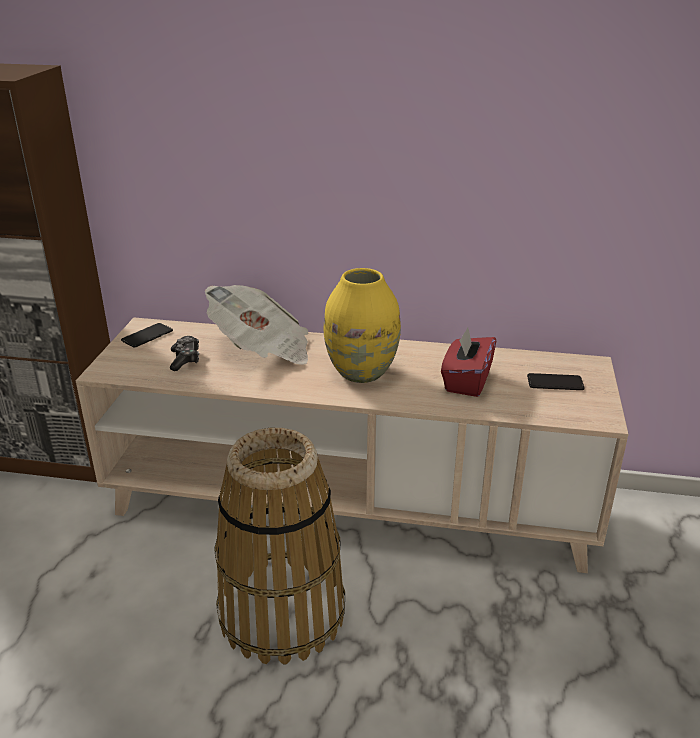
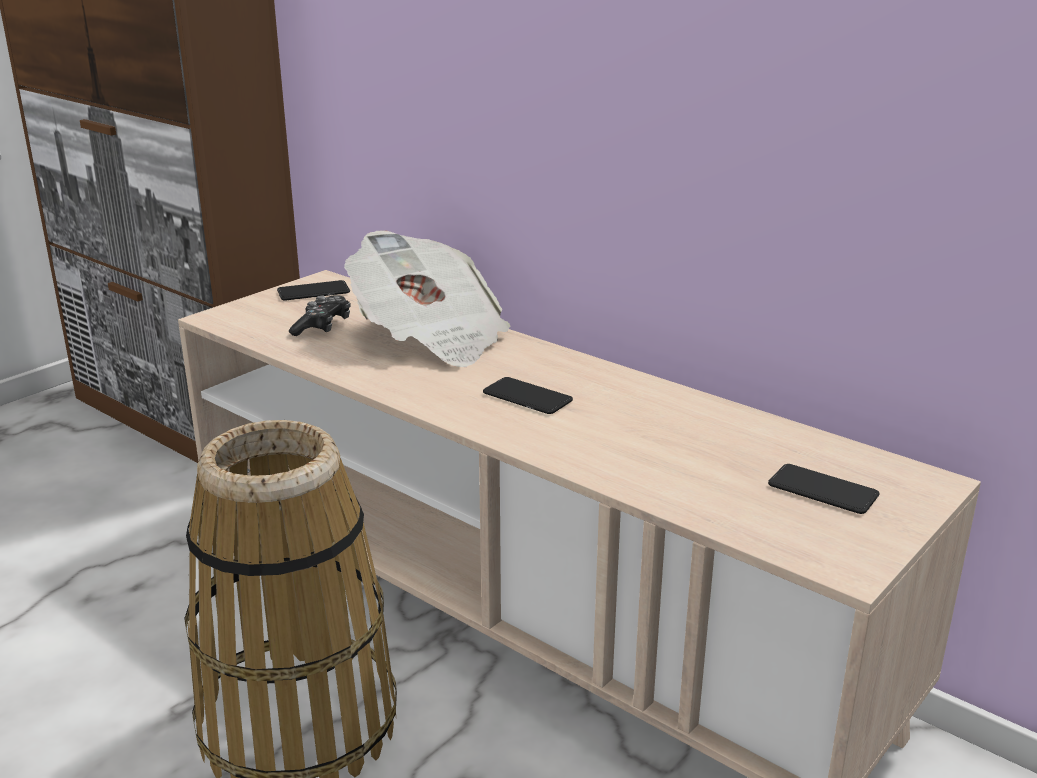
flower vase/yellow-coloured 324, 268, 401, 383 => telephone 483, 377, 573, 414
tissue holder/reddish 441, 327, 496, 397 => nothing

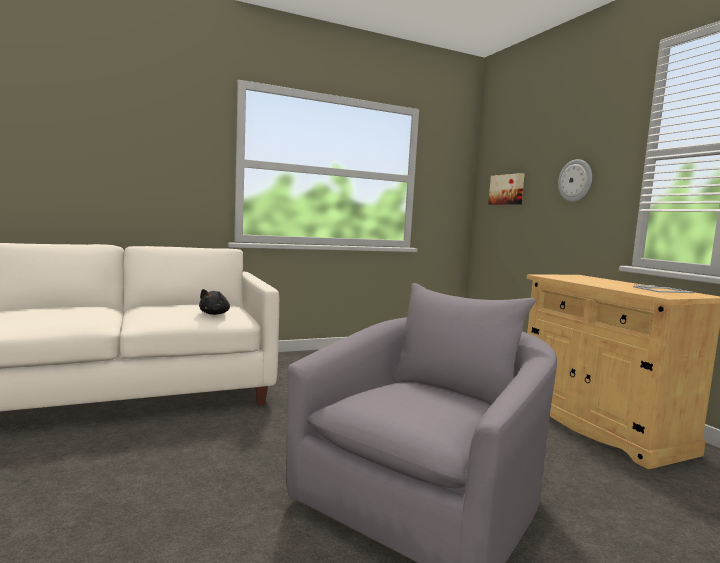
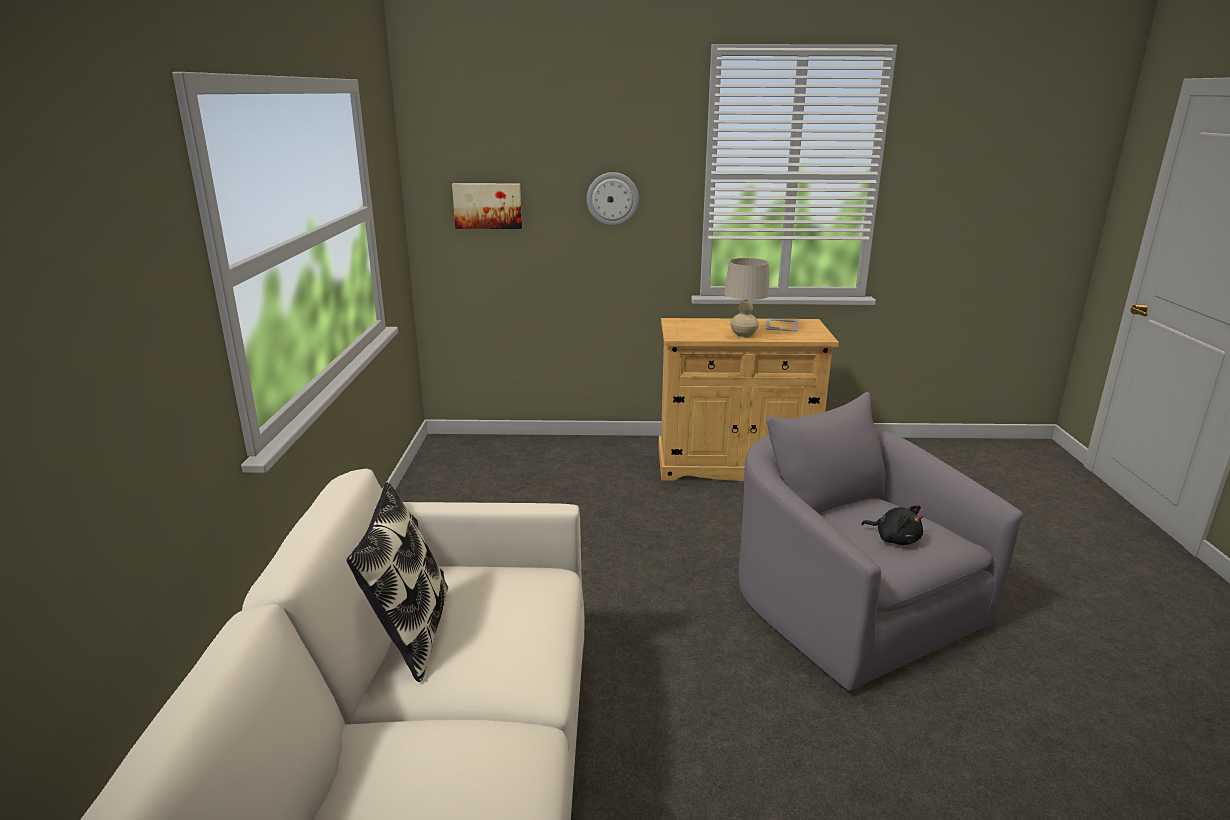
plush toy/black 199, 289, 230, 315 => plush toy/black 861, 506, 923, 545, moved
nothing => table lamp/beige 724, 258, 769, 338
nothing => cushion 346, 482, 448, 682

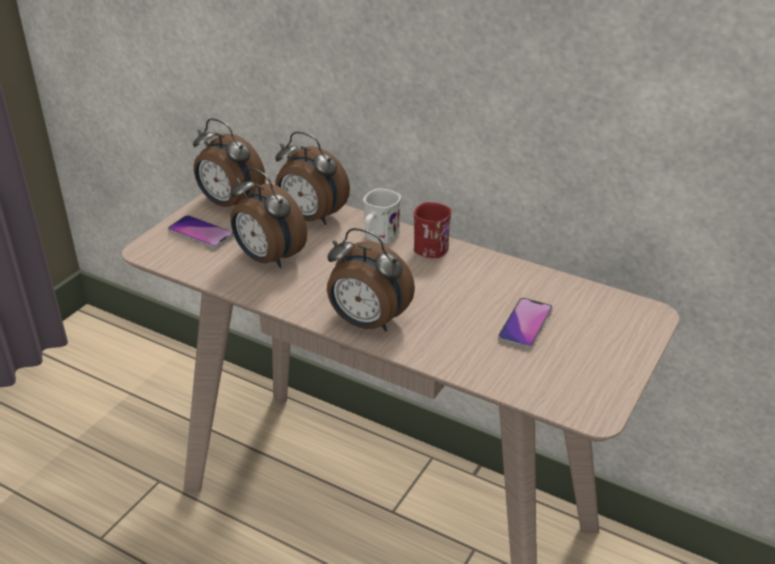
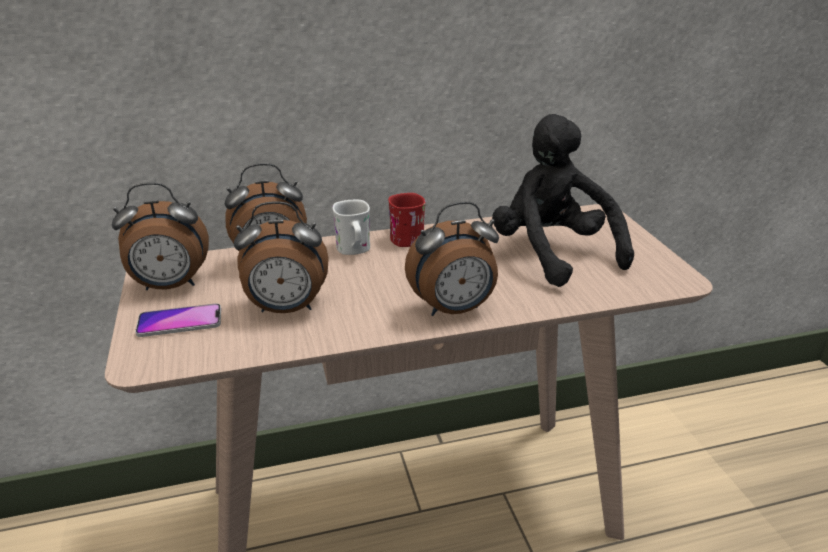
telephone 498, 298, 553, 349 => plush toy/black 492, 114, 634, 287

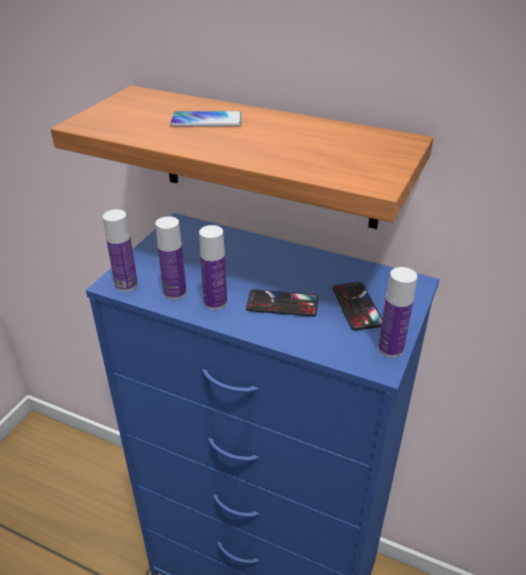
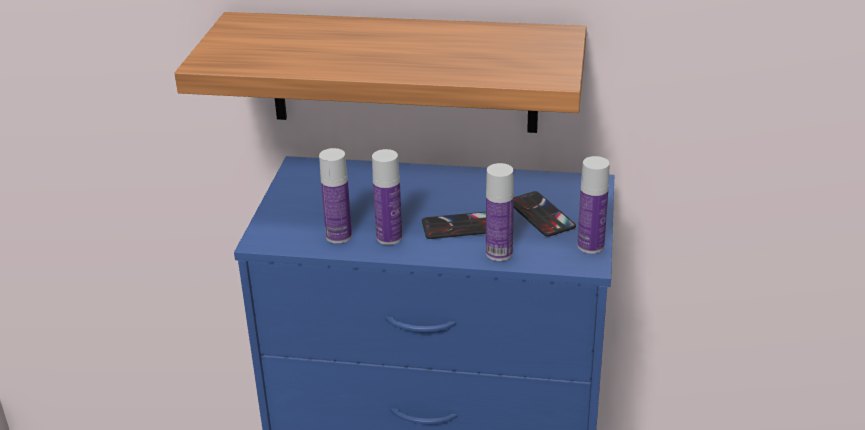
telephone 170, 111, 242, 127 => nothing
beverage bottle 103, 209, 138, 292 => beverage bottle 486, 163, 514, 261, moved

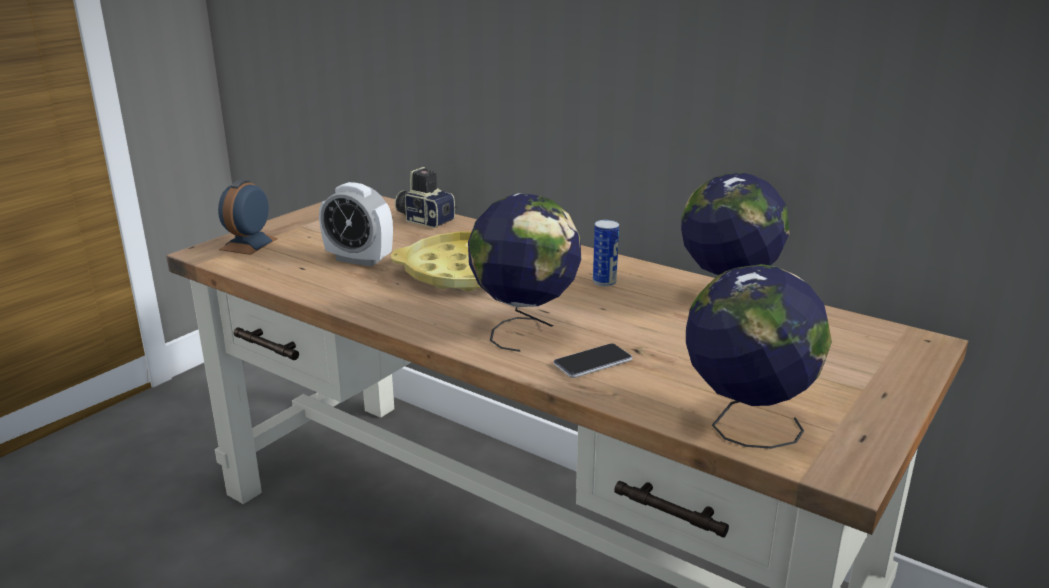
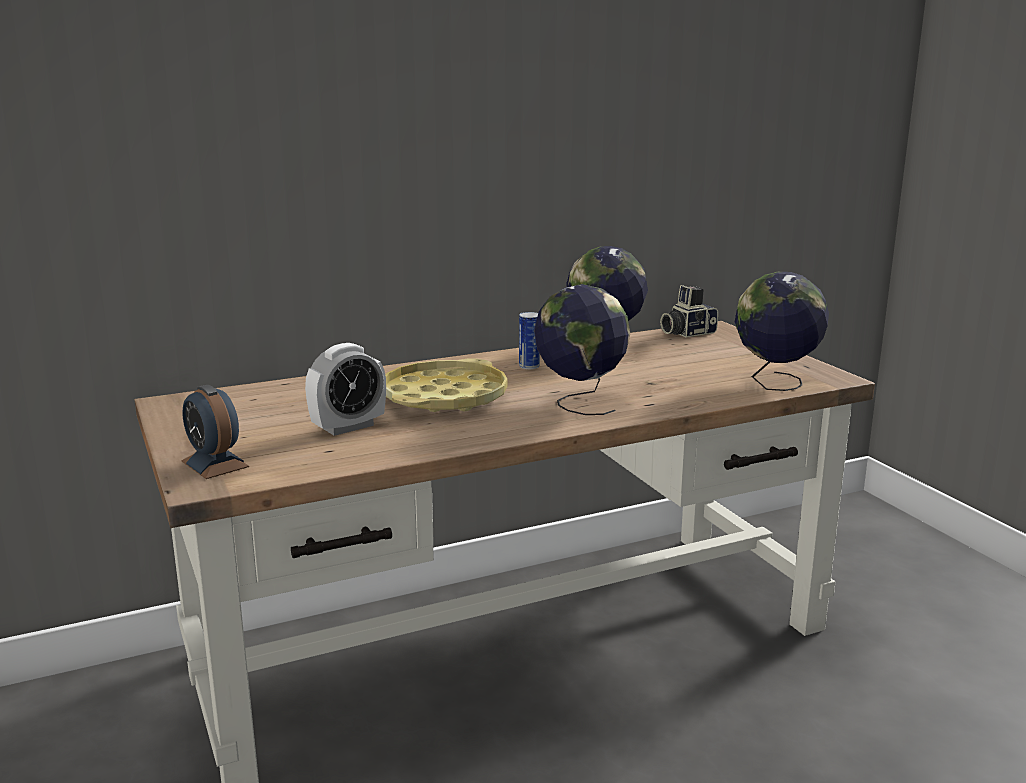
still camera 395, 167, 457, 228 => still camera 660, 285, 718, 338, moved
telephone 553, 343, 632, 378 => nothing

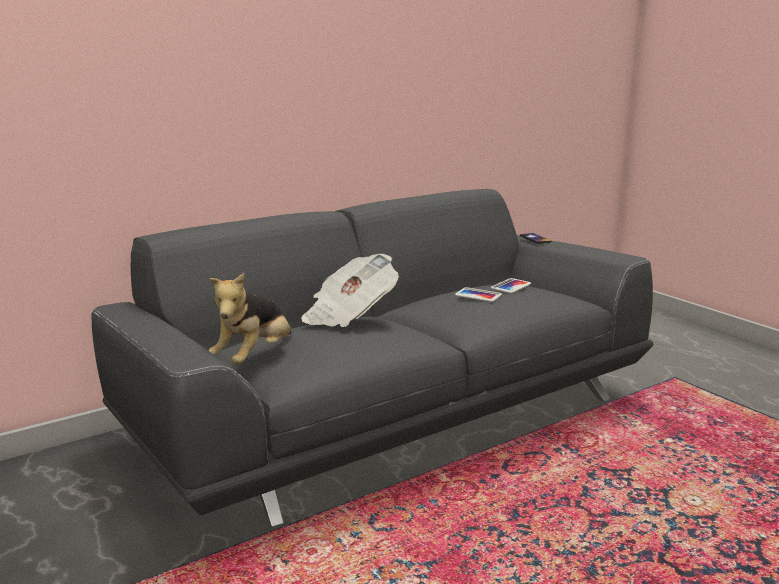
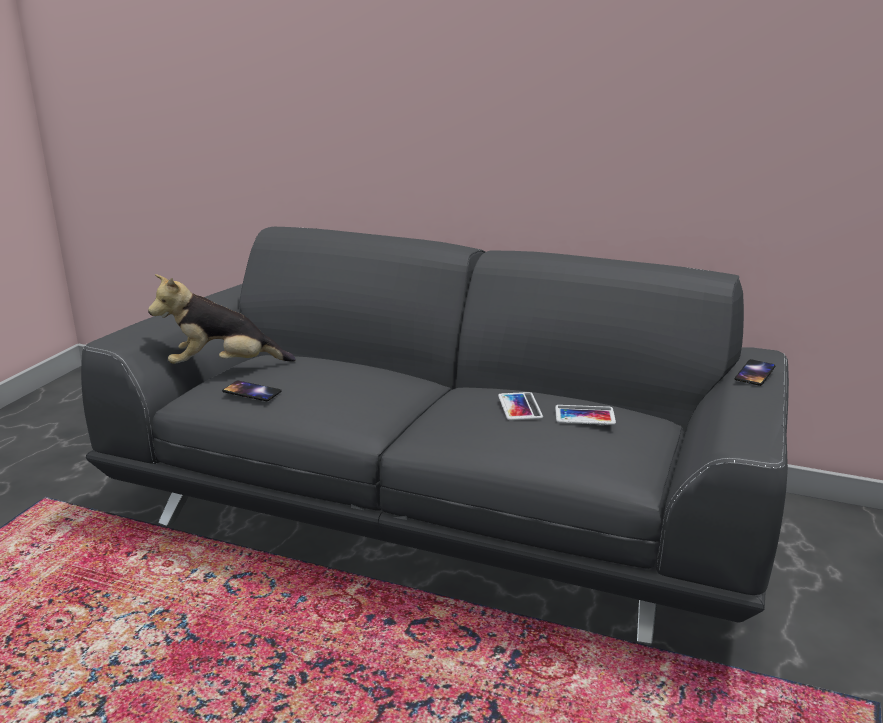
newspaper 301, 254, 399, 327 => nothing
nothing => telephone 222, 381, 282, 401

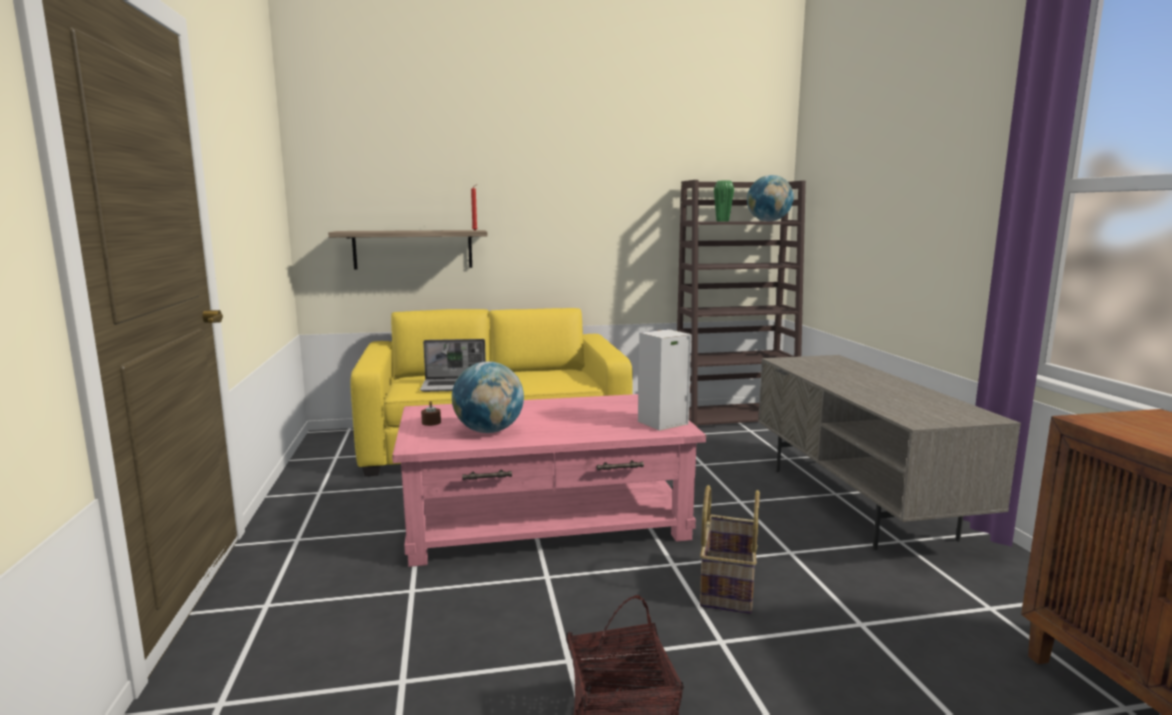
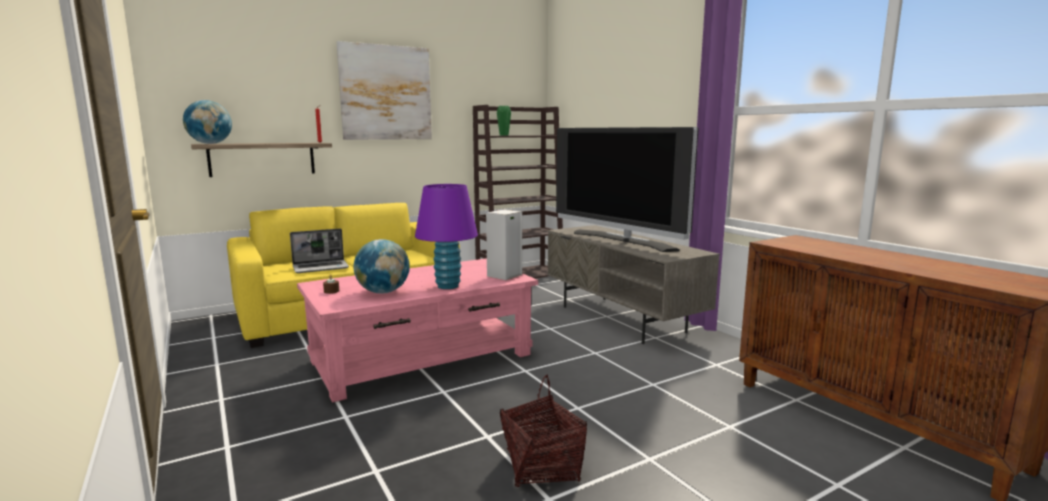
world globe 747, 175, 794, 221 => world globe 183, 100, 232, 144, moved
household basket 700, 485, 760, 614 => nothing
nothing => picture 337, 41, 432, 140
nothing => TV set 556, 127, 699, 252
nothing => table lamp/purple 415, 184, 478, 289

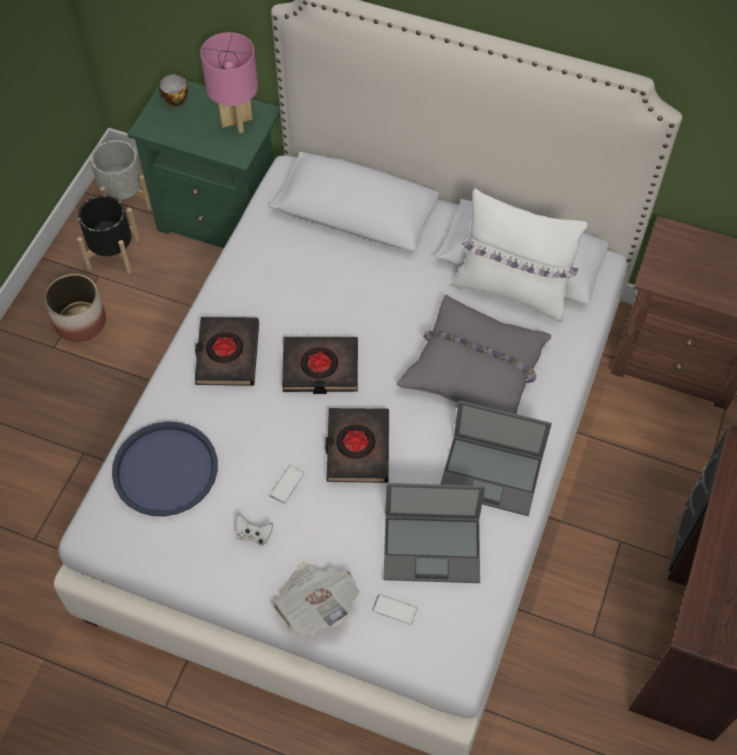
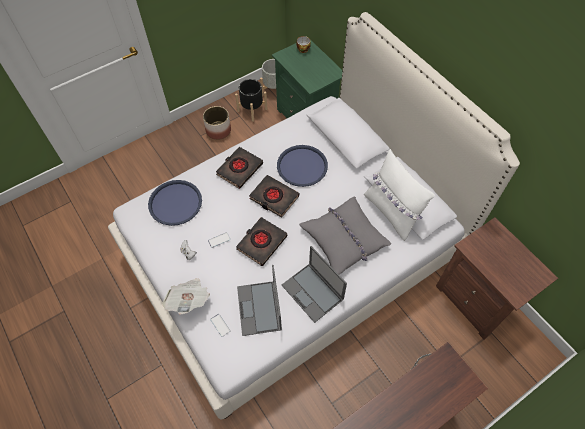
table lamp/pink-coloured 200, 32, 258, 133 => nothing
notebook computer 384, 483, 485, 583 => notebook computer 237, 265, 282, 336, 45 degrees clockwise
nothing => tray/blue 277, 145, 328, 187

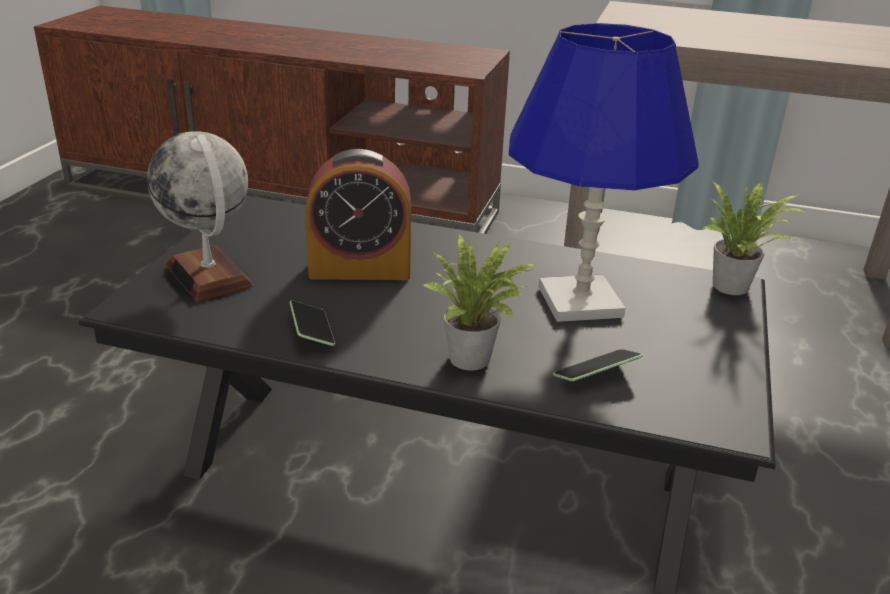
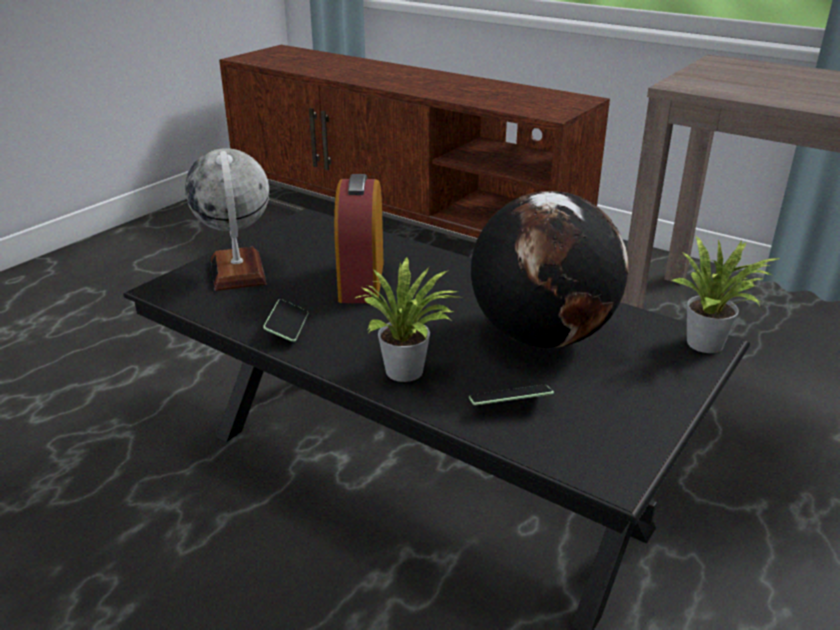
table lamp/blue 508, 23, 699, 322 => world globe 471, 191, 629, 348
table clock 305, 149, 411, 280 => table clock 334, 174, 383, 303, 75 degrees clockwise

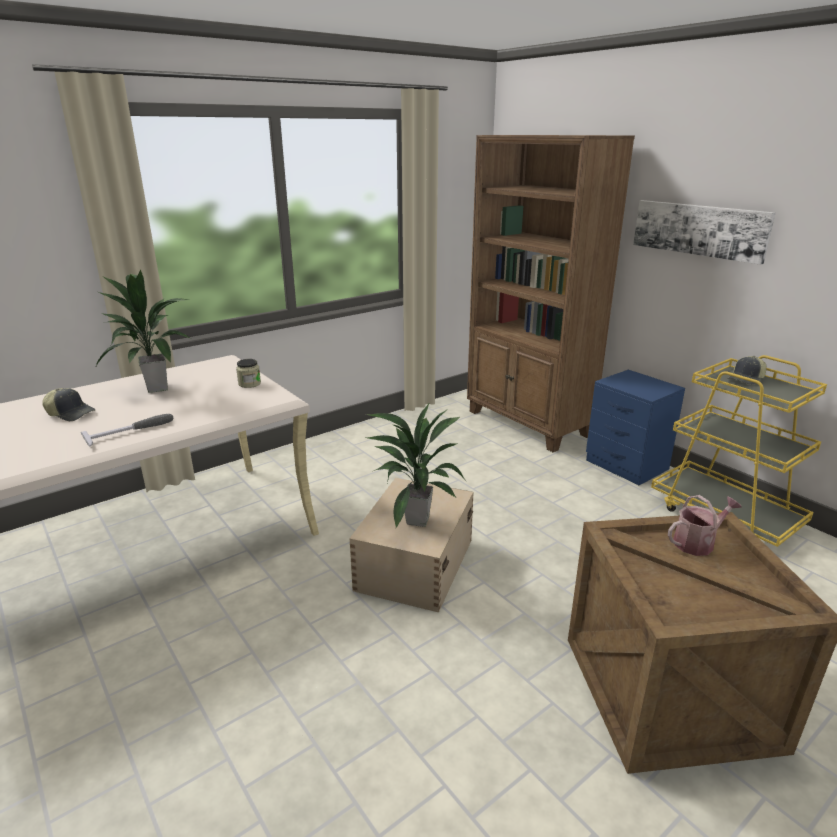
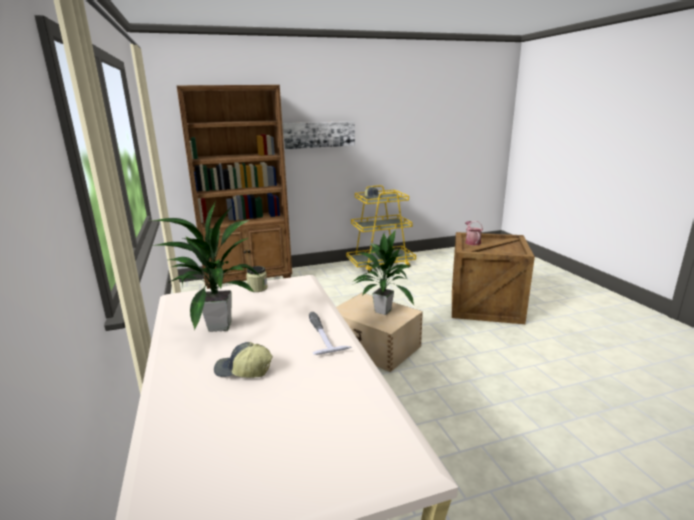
nightstand/blue 586, 370, 685, 485 => nothing
peaked cap 43, 388, 95, 421 => peaked cap 214, 342, 273, 378, 120 degrees counterclockwise

